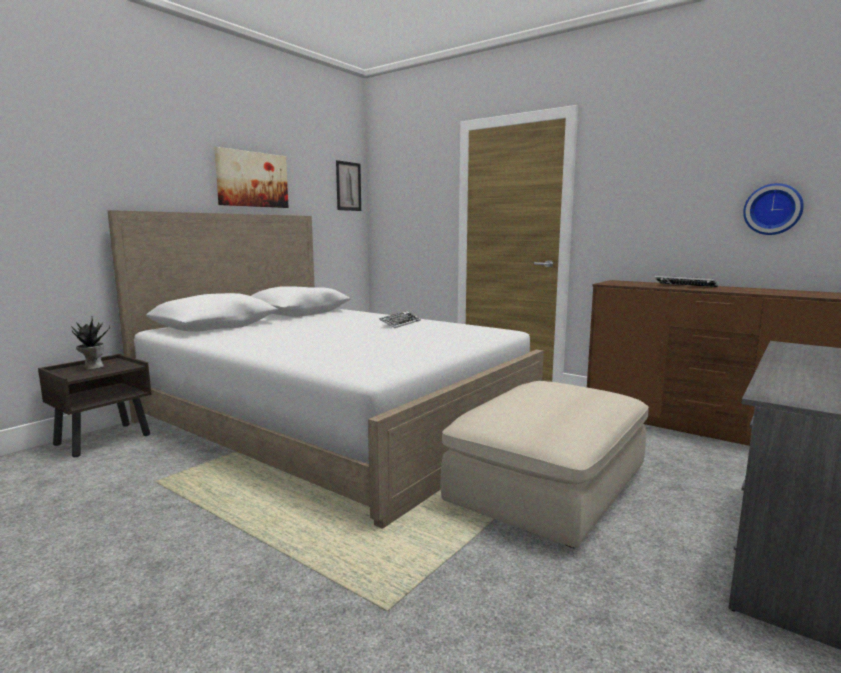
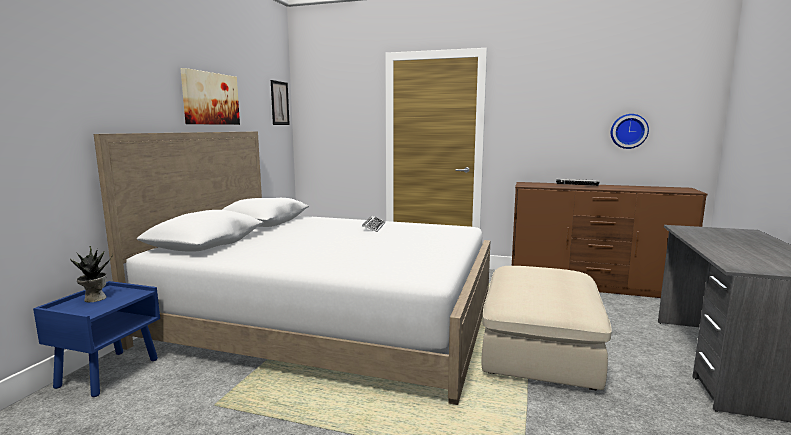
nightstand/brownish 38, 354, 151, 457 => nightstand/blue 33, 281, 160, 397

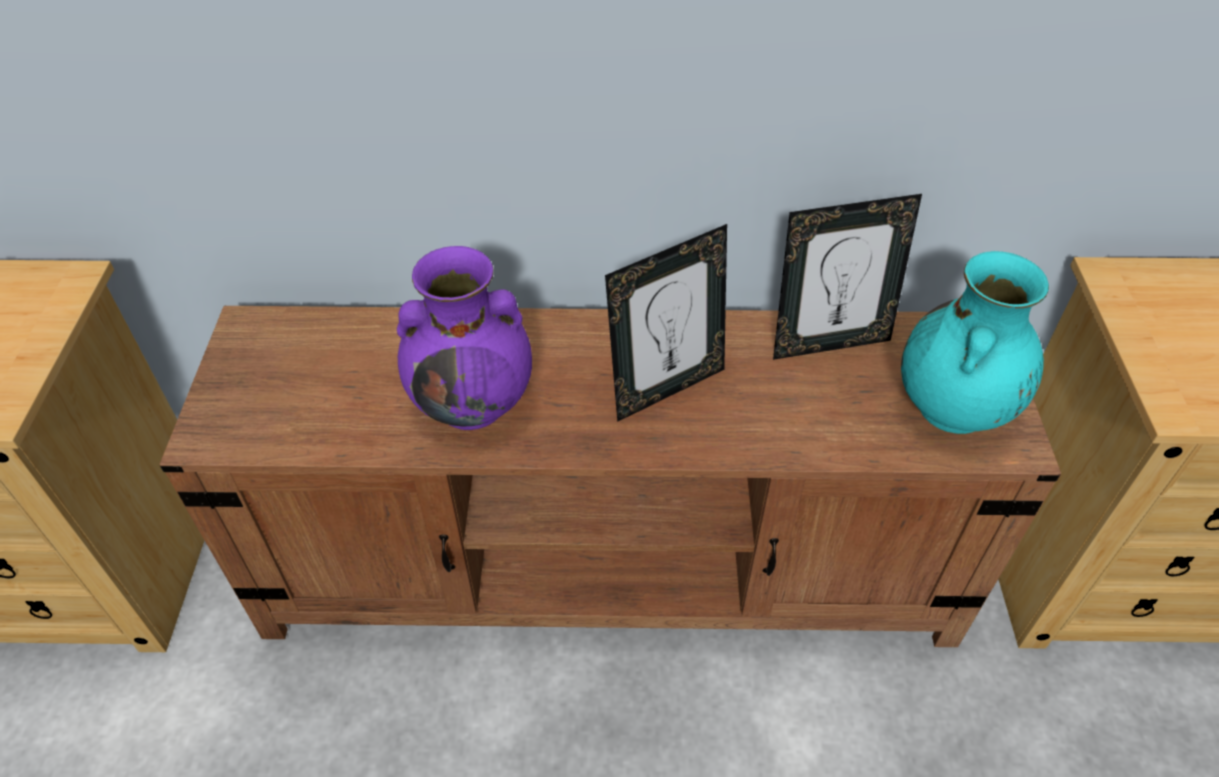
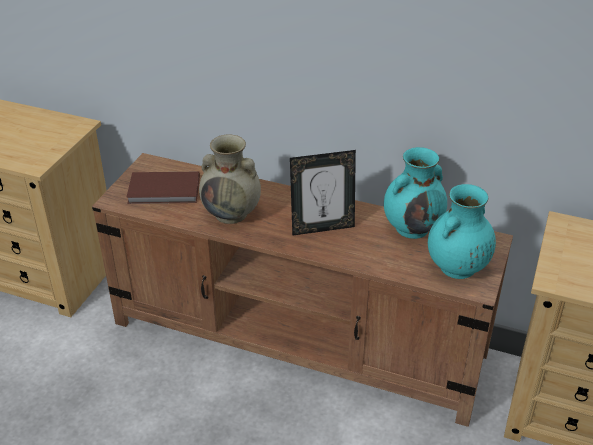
standing frame 773, 194, 922, 360 => flower vase/turquoise 384, 147, 447, 239
flower vase/purple 397, 246, 532, 430 => flower vase/beige 199, 134, 261, 224
nothing => volume/brownish 126, 171, 200, 204

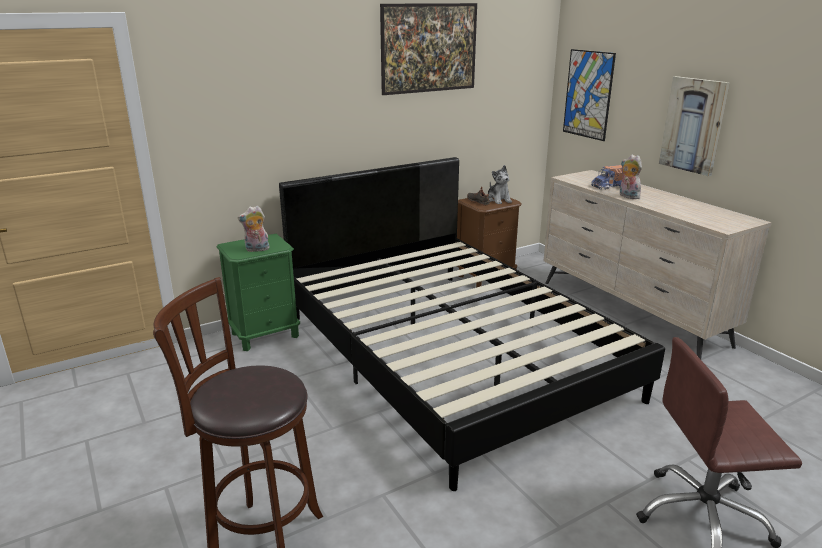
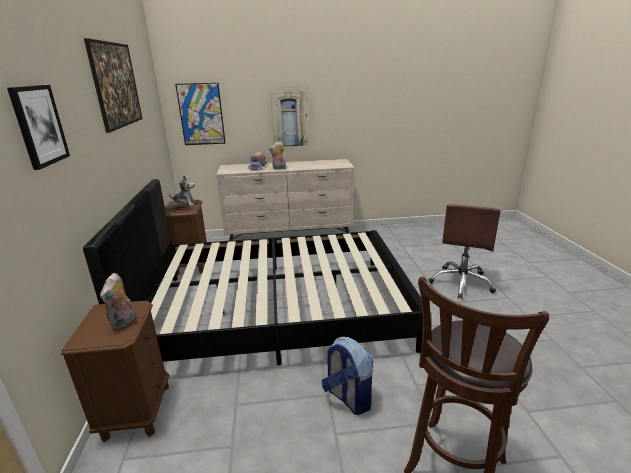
nightstand/greenish 216, 234, 300, 351 => nightstand/brownish 61, 301, 169, 442
nothing => picture 7, 85, 70, 170
nothing => rucksack 321, 337, 374, 415

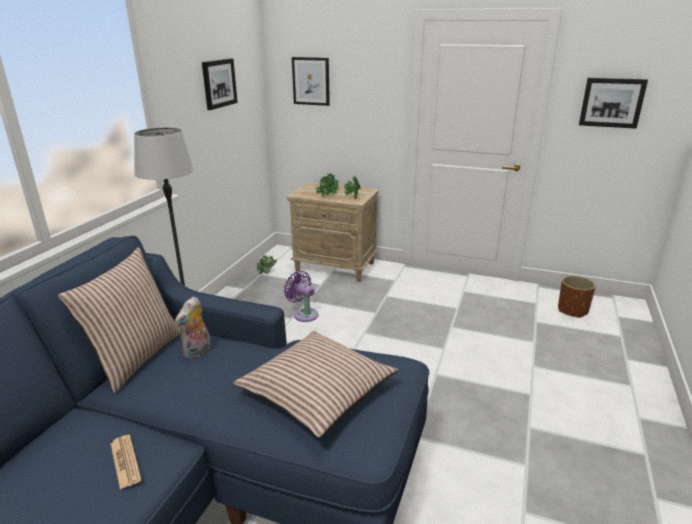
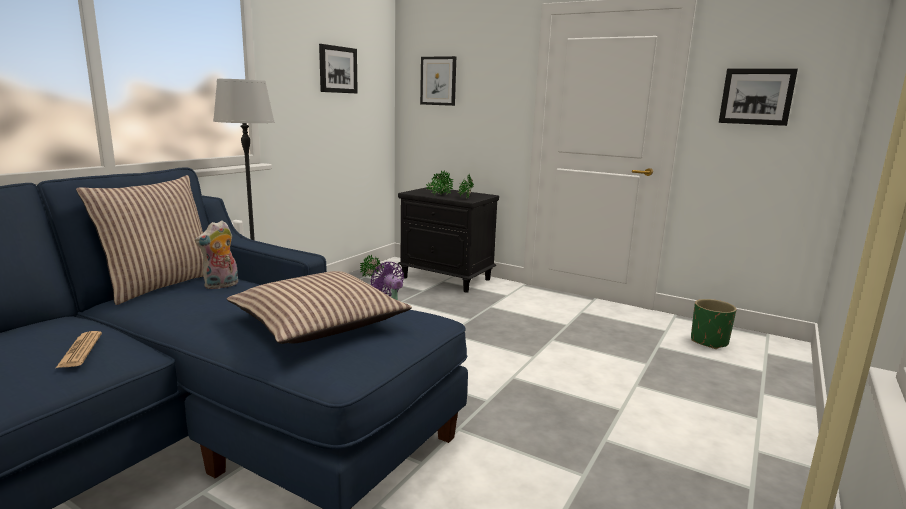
nightstand/beige 287, 182, 379, 282 => nightstand/black 397, 187, 499, 293
plant pot/brownish 558, 275, 596, 318 => plant pot/greenish 691, 299, 737, 349

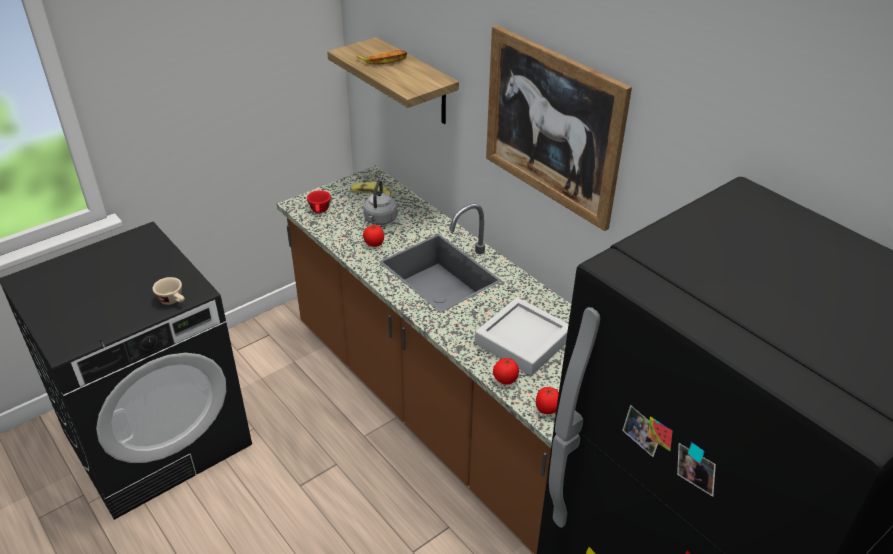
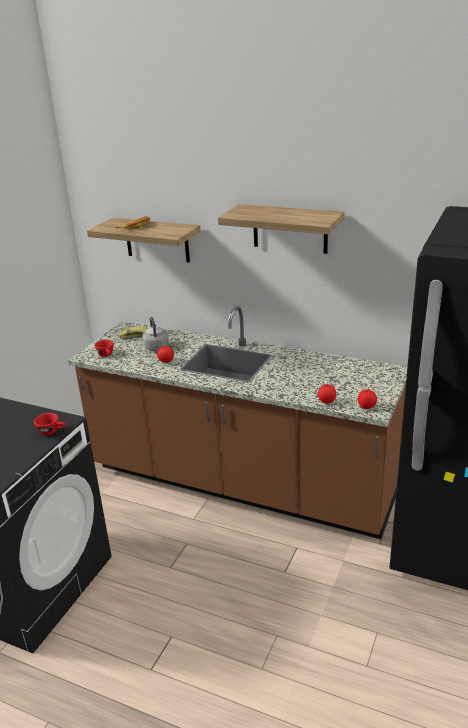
picture 486, 25, 632, 231 => bracket shelf 218, 204, 345, 254
small cup/beige 153, 277, 185, 305 => small cup/reddish 34, 413, 66, 435
tray/grey 475, 297, 568, 376 => nothing

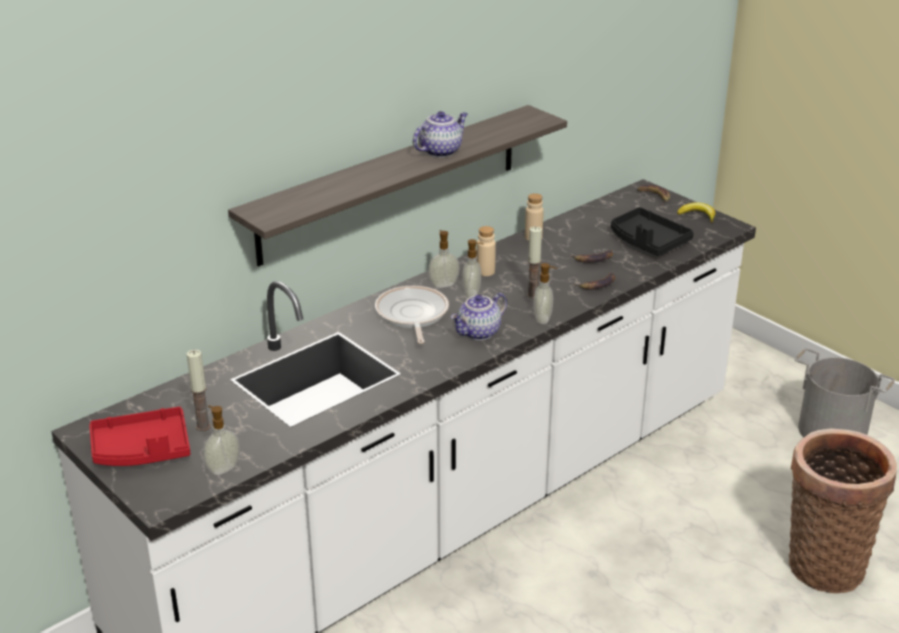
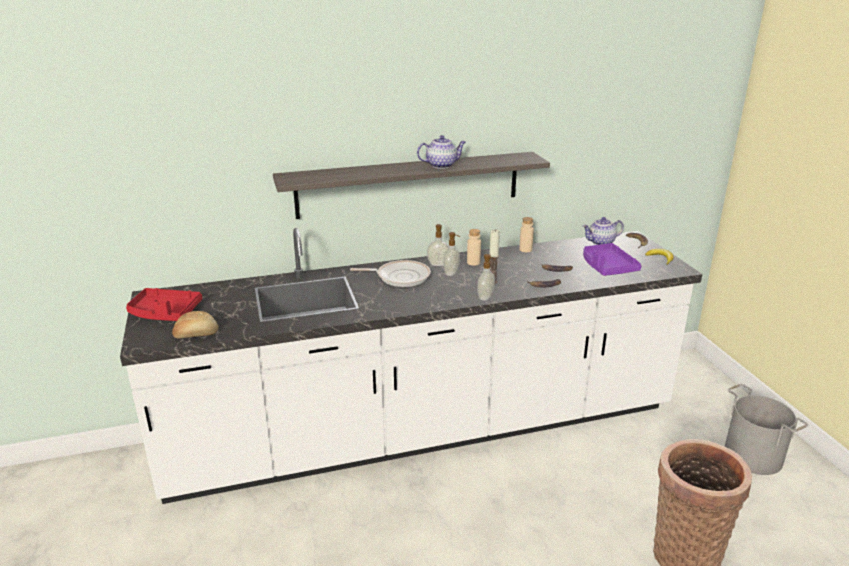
tray/black 611, 207, 694, 256 => tray/purple 583, 243, 642, 276
frying pan 375, 286, 449, 344 => frying pan 350, 260, 431, 287, 75 degrees clockwise
pot for tea 451, 293, 507, 340 => pot for tea 582, 217, 624, 245, moved
candle 187, 350, 211, 431 => nothing
soap bottle 203, 406, 240, 475 => bakery bread 172, 311, 219, 339

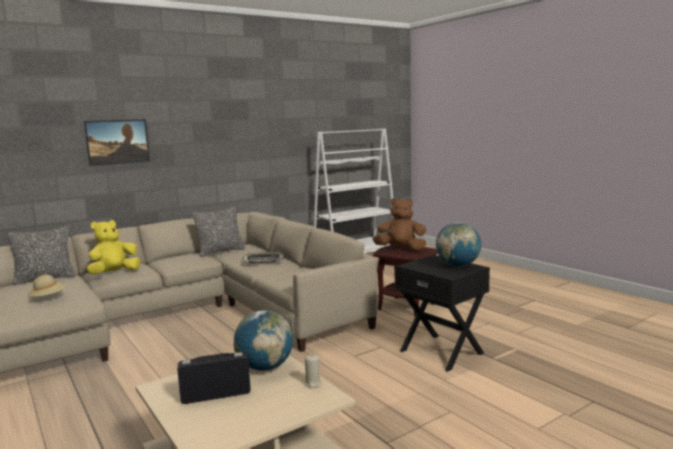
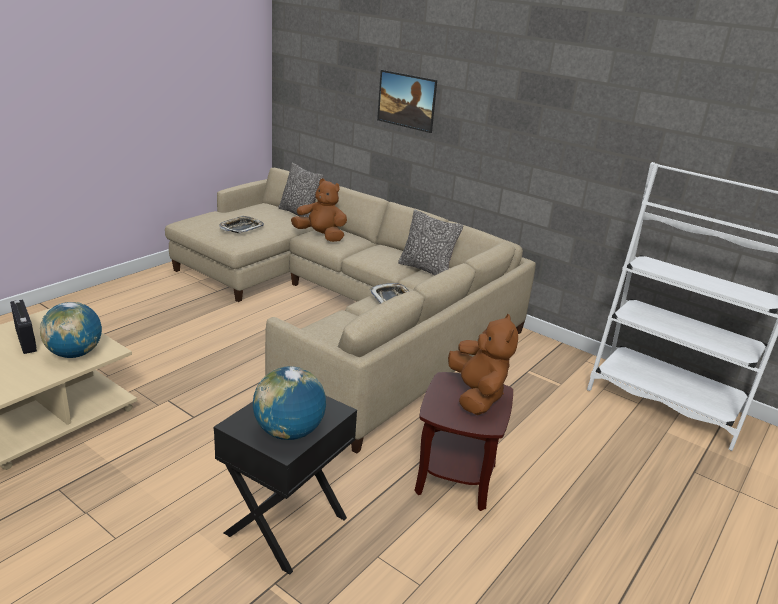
plush toy/yellow-coloured 87, 220, 141, 274 => plush toy/brownish 291, 178, 347, 242
hat/beige 28, 275, 66, 297 => tray 219, 216, 264, 233
candle/beige 304, 355, 322, 388 => nothing

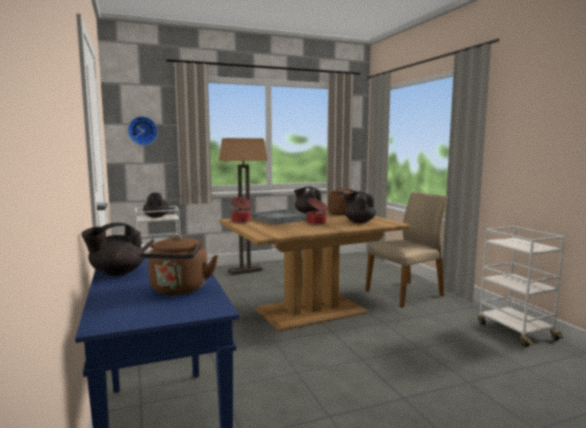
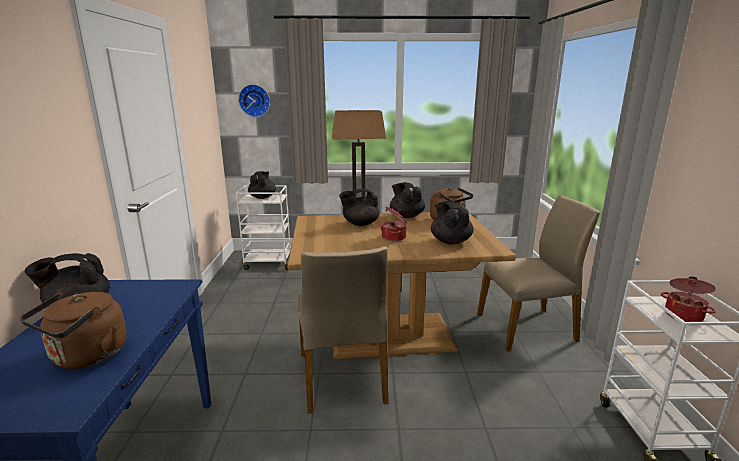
cooking pot 230, 197, 252, 223 => cooking pot 661, 276, 716, 322, moved
tray/grey 251, 209, 307, 225 => pot for tea/black 339, 188, 379, 226
nothing => plain chair/beige 298, 246, 388, 413

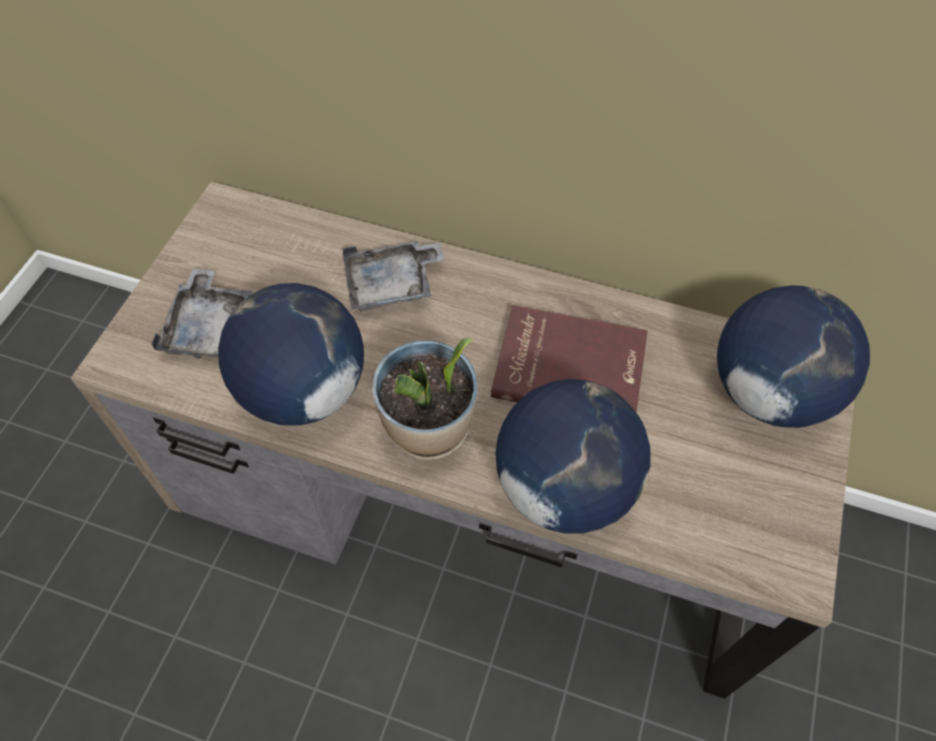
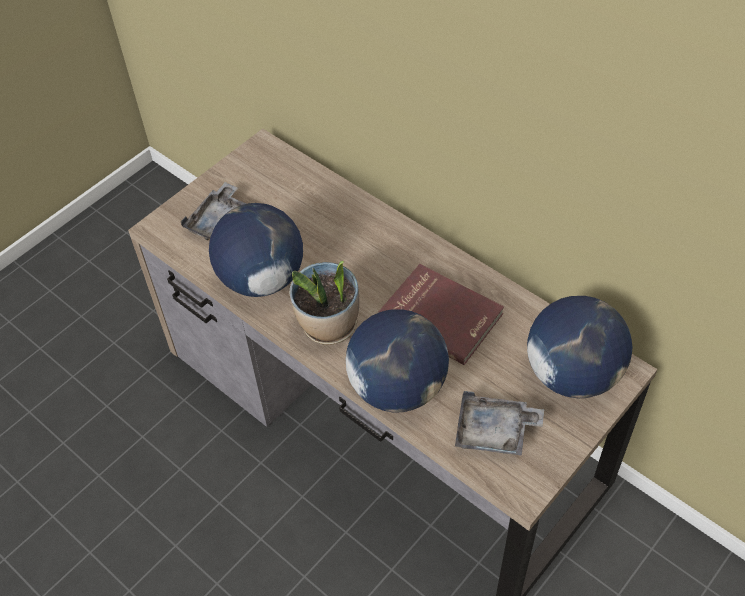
tray/grey 343, 241, 444, 311 => tray/grey 455, 391, 544, 456, moved

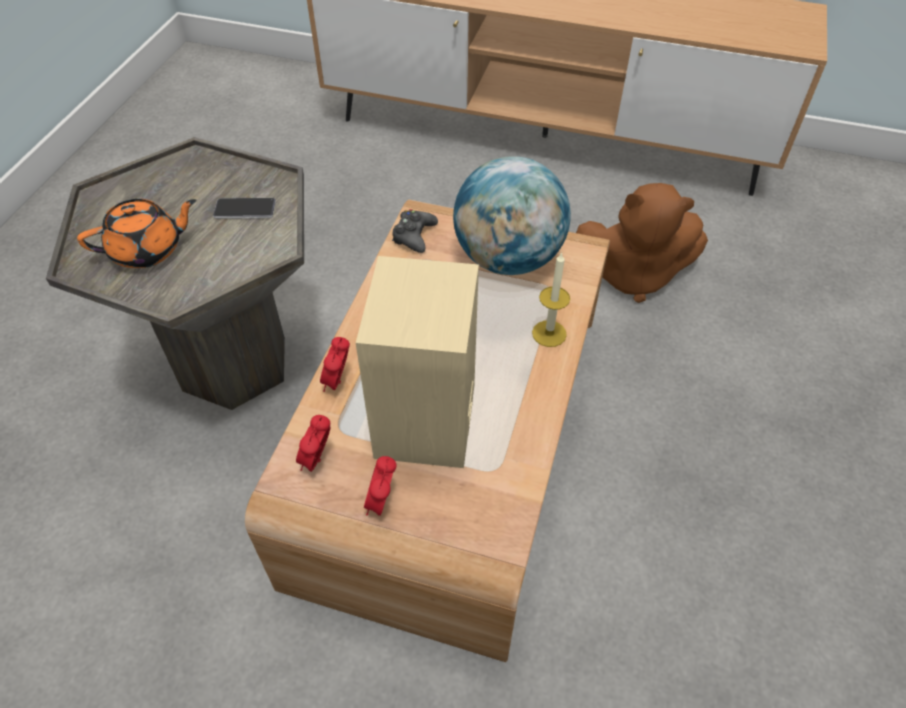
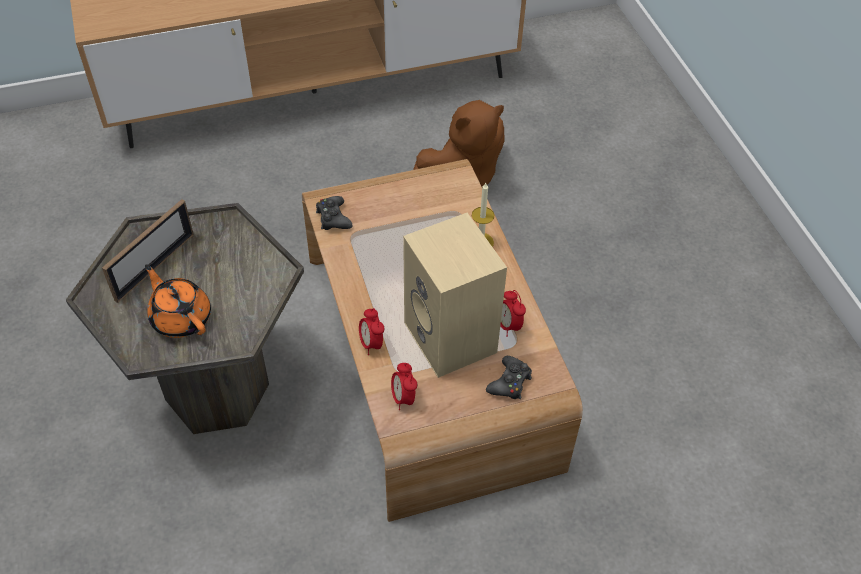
world globe 453, 156, 571, 275 => nothing
telephone 213, 198, 276, 219 => nothing
pot for tea/orangey 77, 199, 197, 268 => pot for tea/orangey 145, 264, 211, 338, 75 degrees counterclockwise
table clock 364, 456, 396, 516 => table clock 500, 290, 526, 337, moved
nothing => standing frame 102, 199, 194, 303
nothing => game controller/black 486, 356, 532, 399

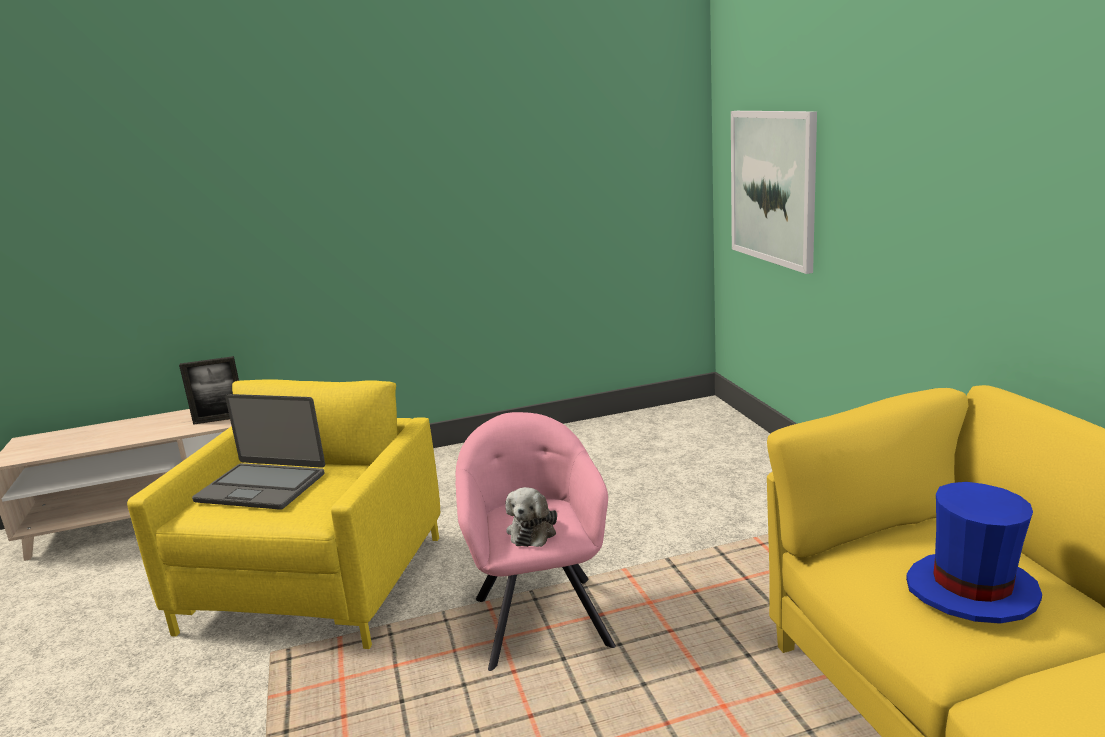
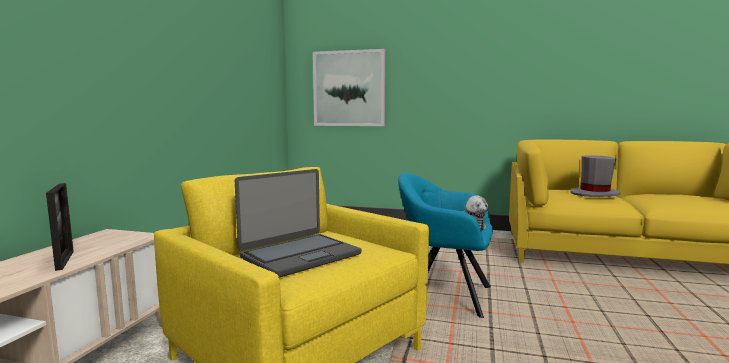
standing frame 179, 356, 239, 425 => standing frame 46, 183, 74, 271, 45 degrees counterclockwise
armchair/pink-coloured 455, 412, 616, 671 => armchair/turquoise 398, 173, 493, 318
hat/blue 906, 482, 1042, 624 => hat/grey 570, 155, 621, 197

